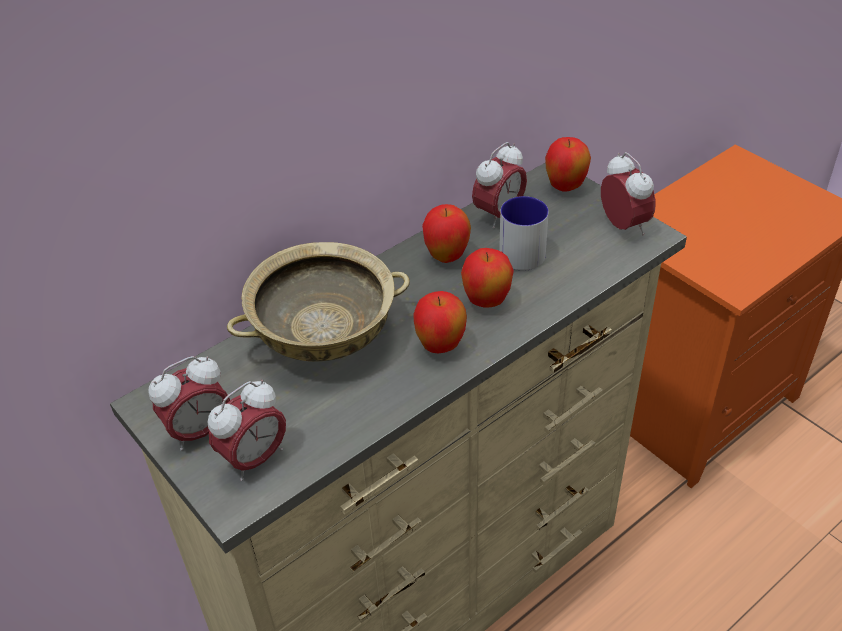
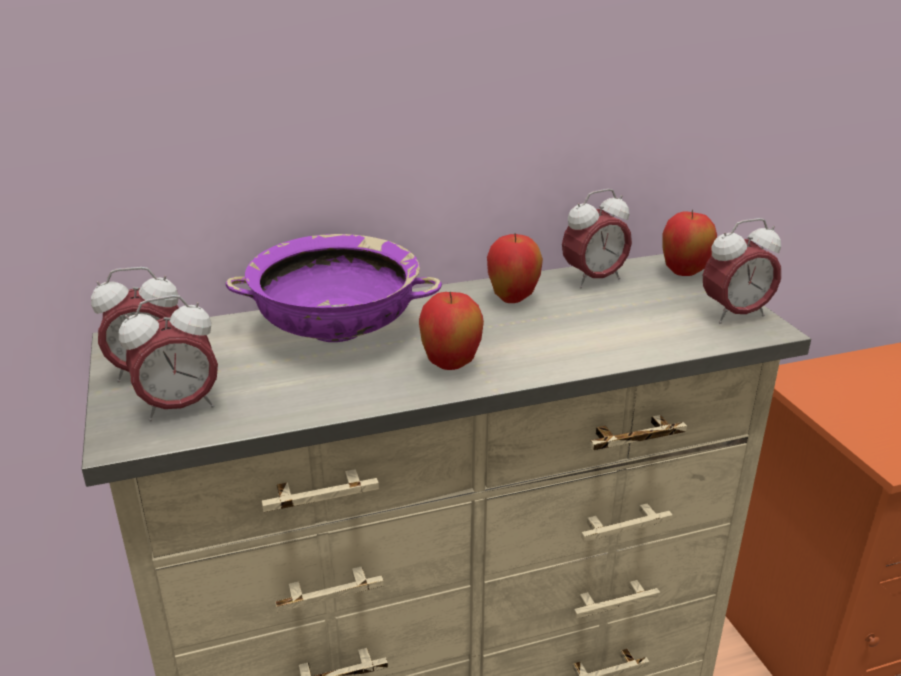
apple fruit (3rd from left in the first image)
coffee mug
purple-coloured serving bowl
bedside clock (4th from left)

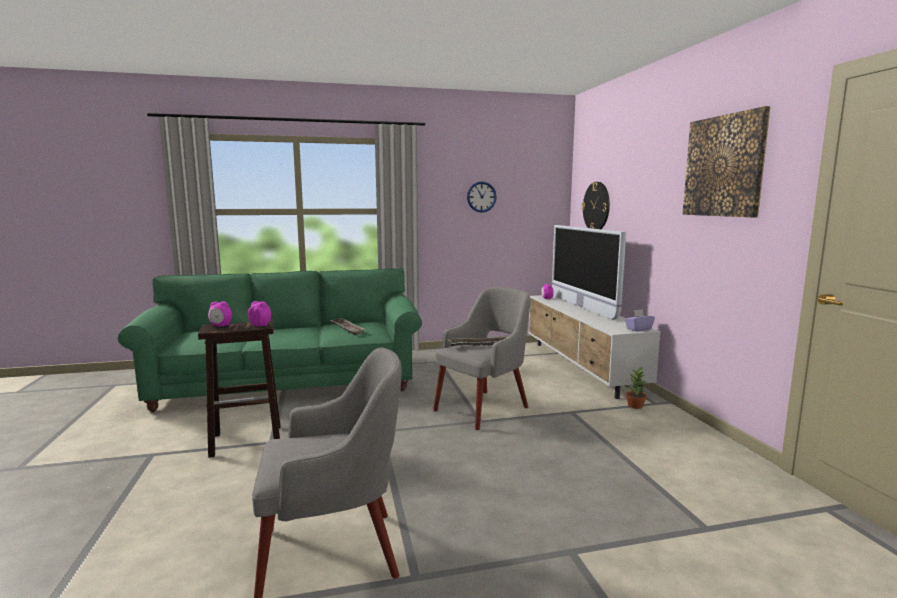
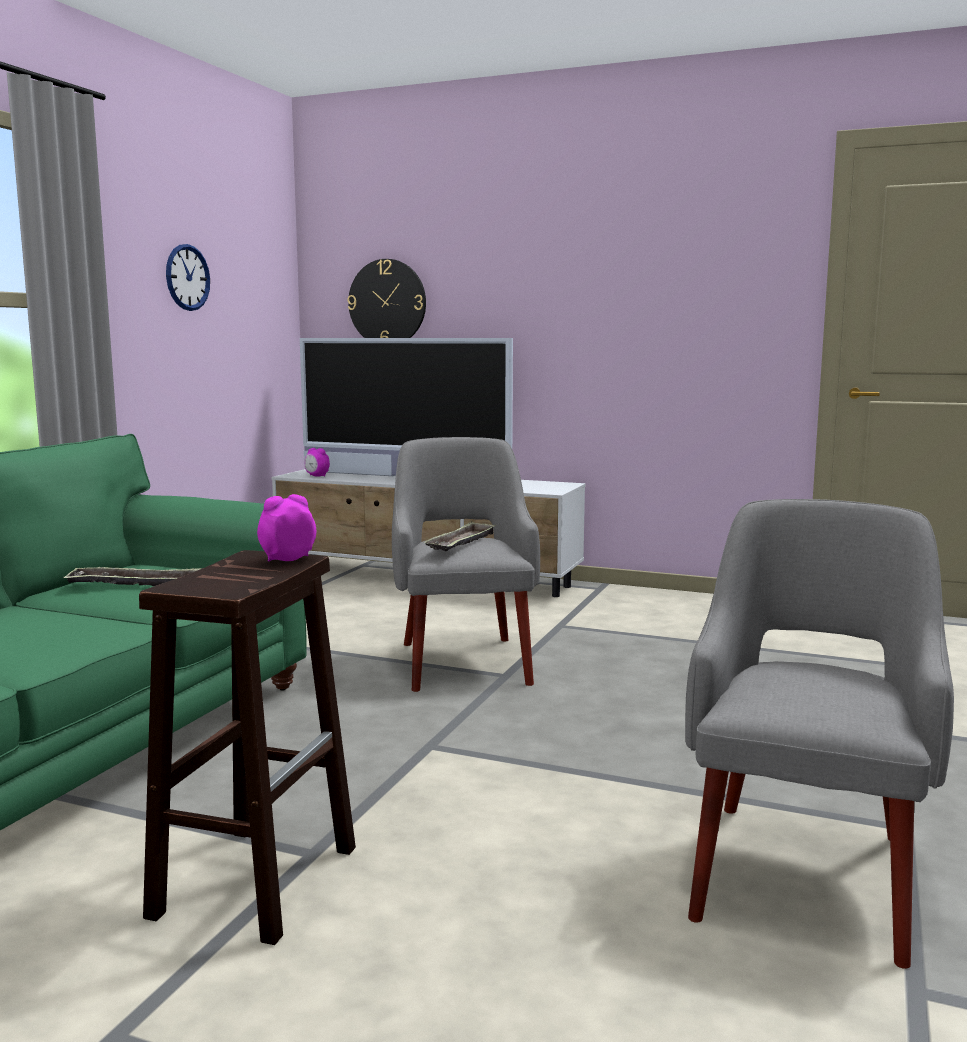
bedside clock (1st from left in the first image)
purple-coloured tissue holder
potted plant
picture

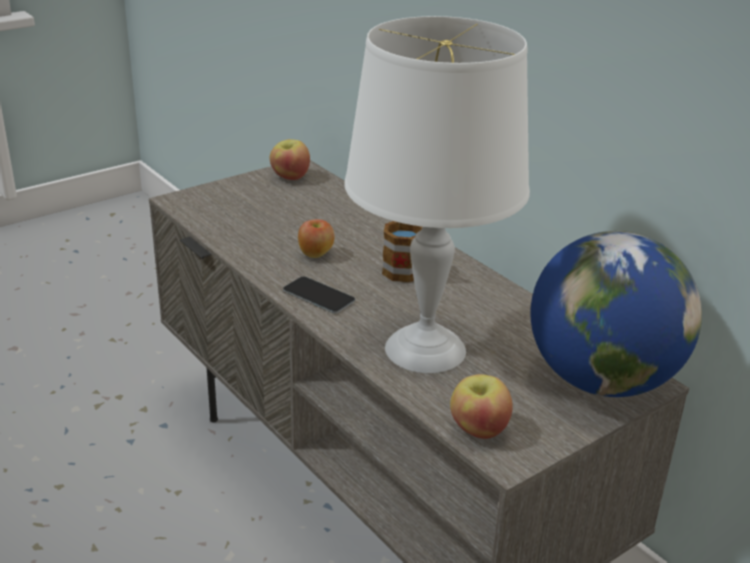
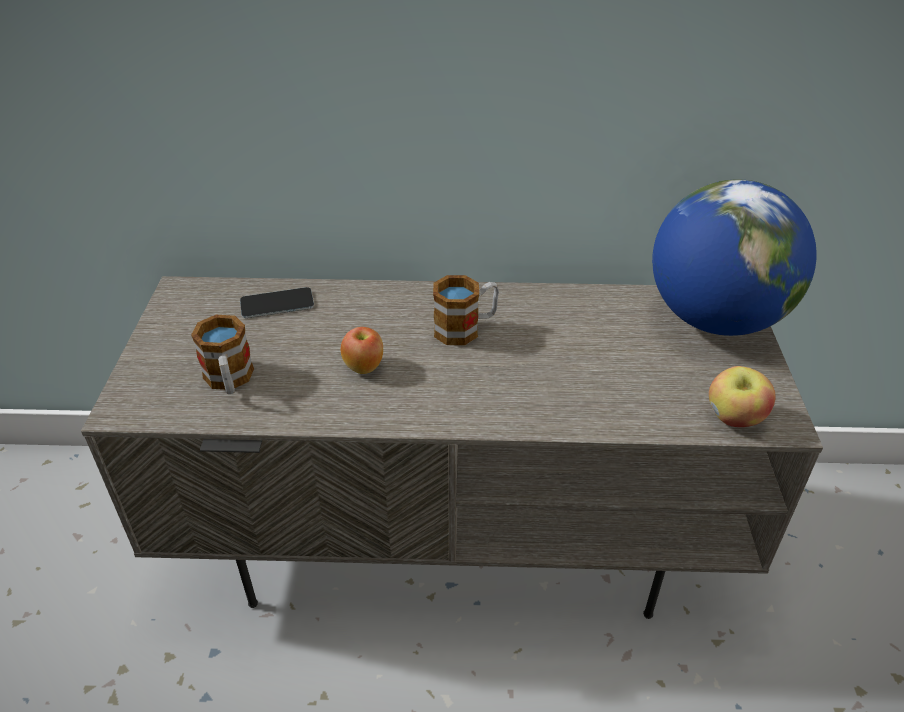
apple fruit (1st from left in the first image)
whitish tabletop lamp
coffee mug (1st from left)
phone

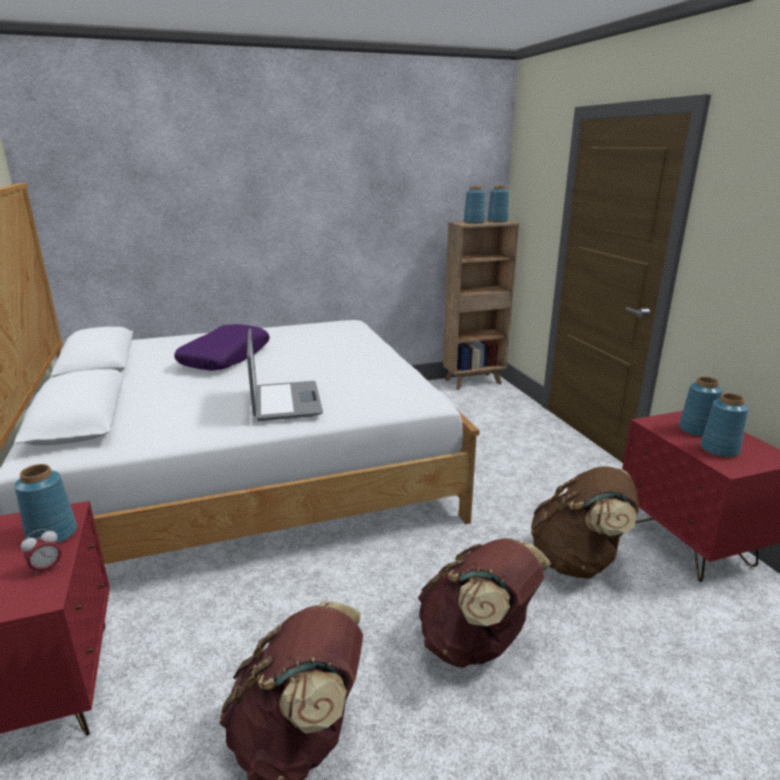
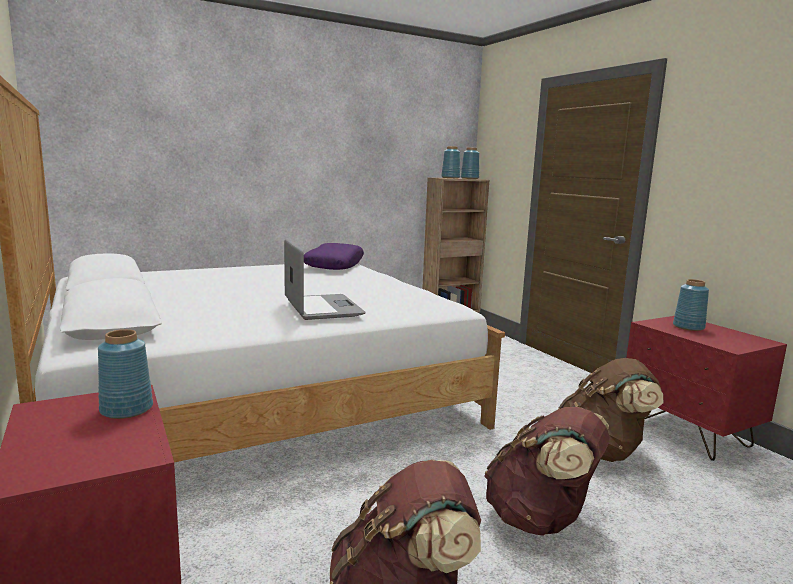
bedside clock
blue-coloured vase (5th from left in the first image)
purple-coloured cushion

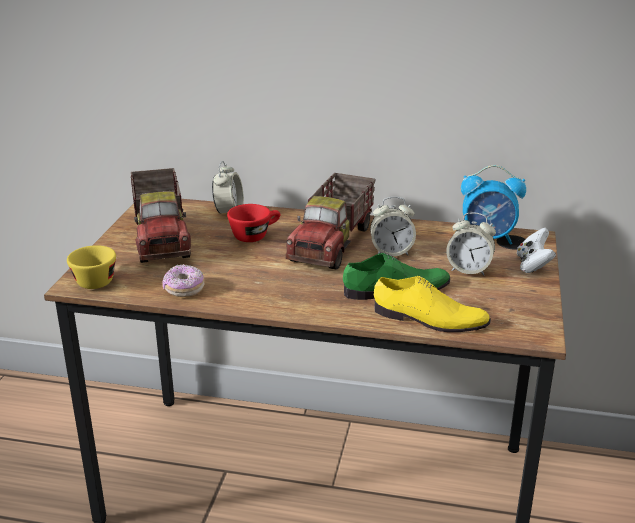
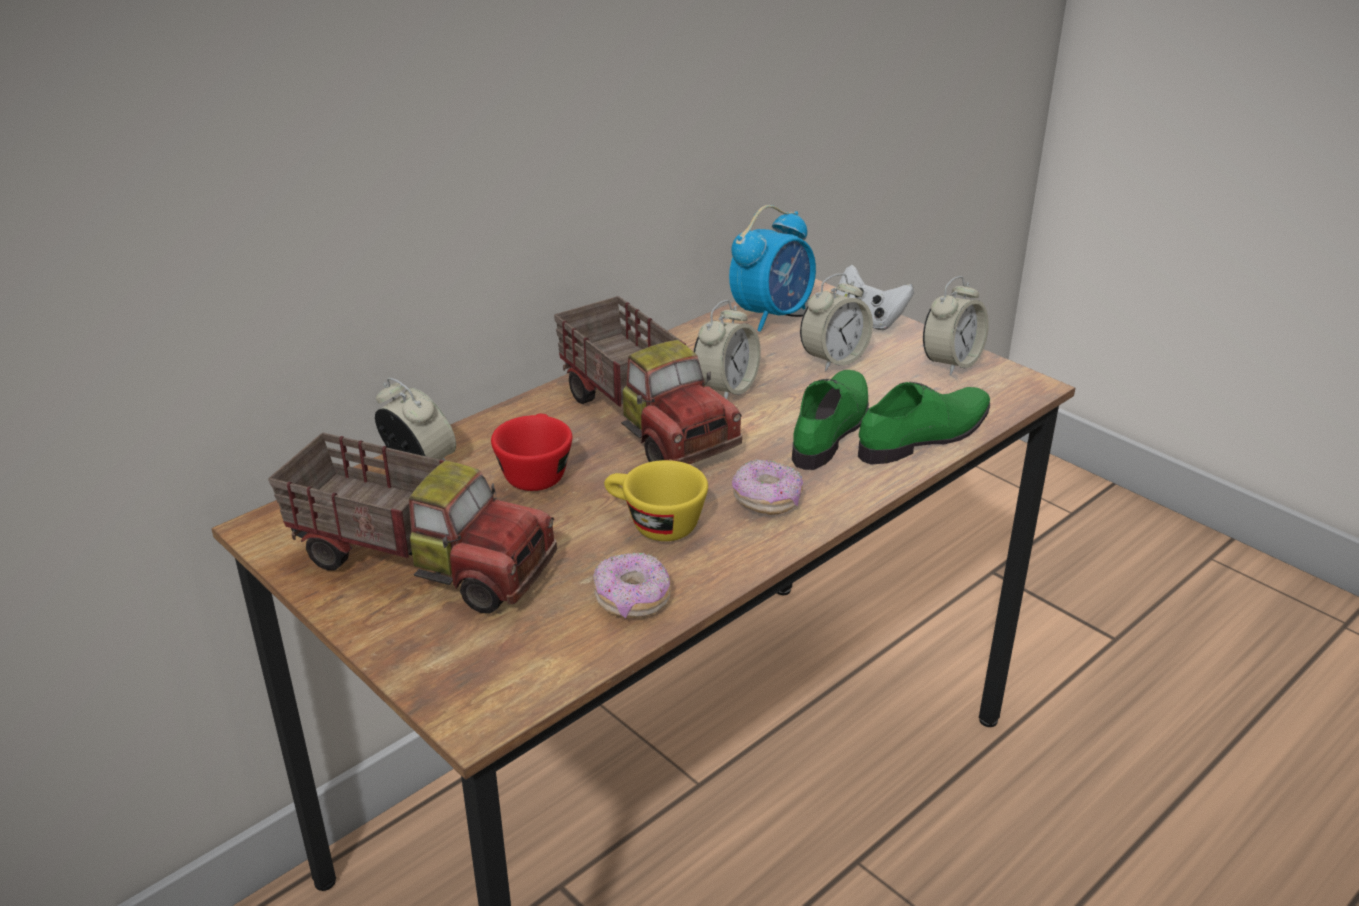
ring doughnut (2nd from left)
bedside clock (5th from left)
yellow small cup
green-coloured low shoe (2nd from left)

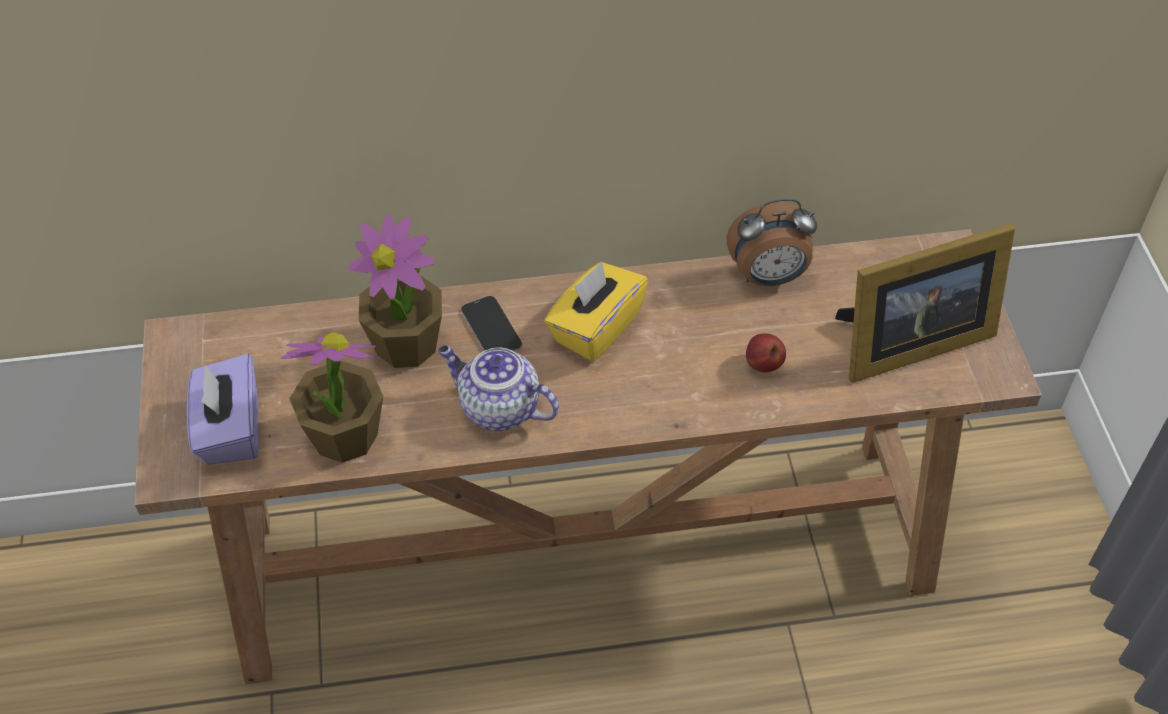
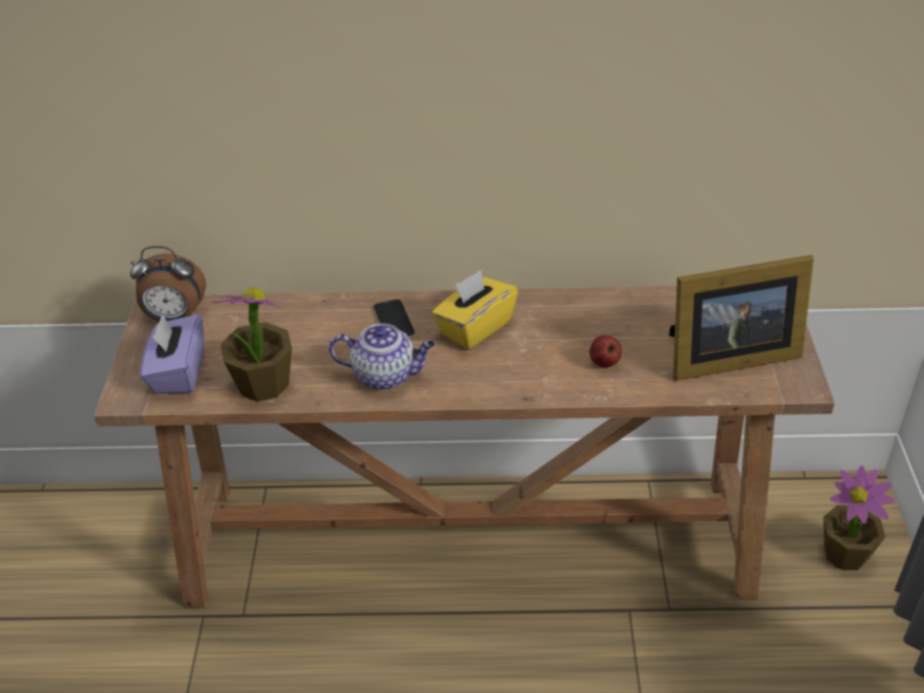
potted plant (2nd from left)
bedside clock
pot for tea

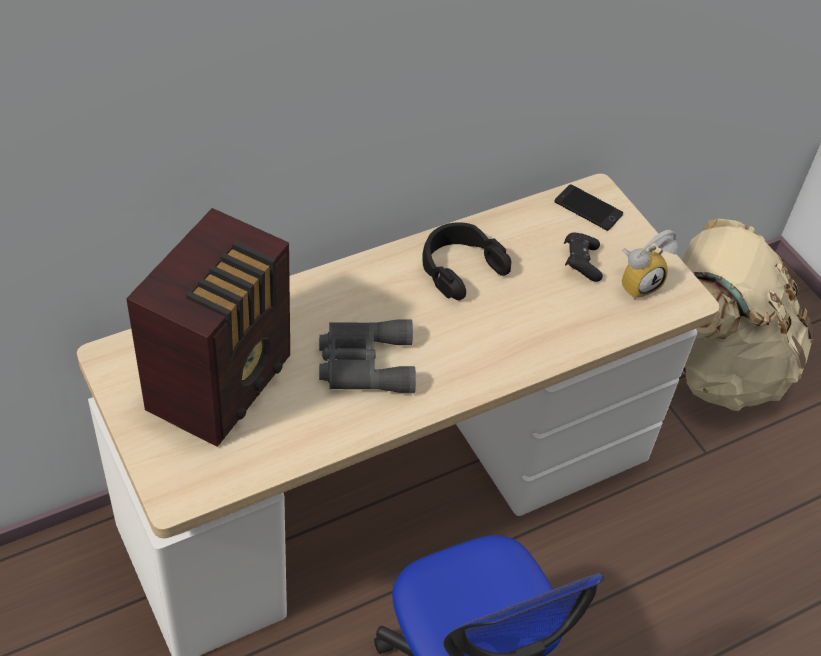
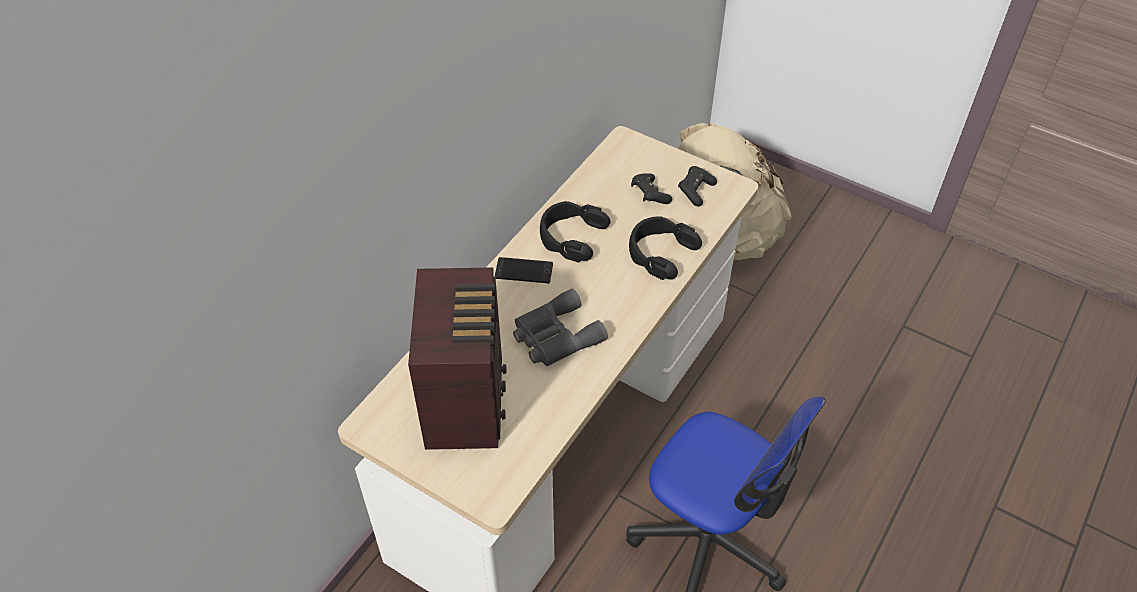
black headphones (2nd from left)
phone
black gamepad (2nd from left)

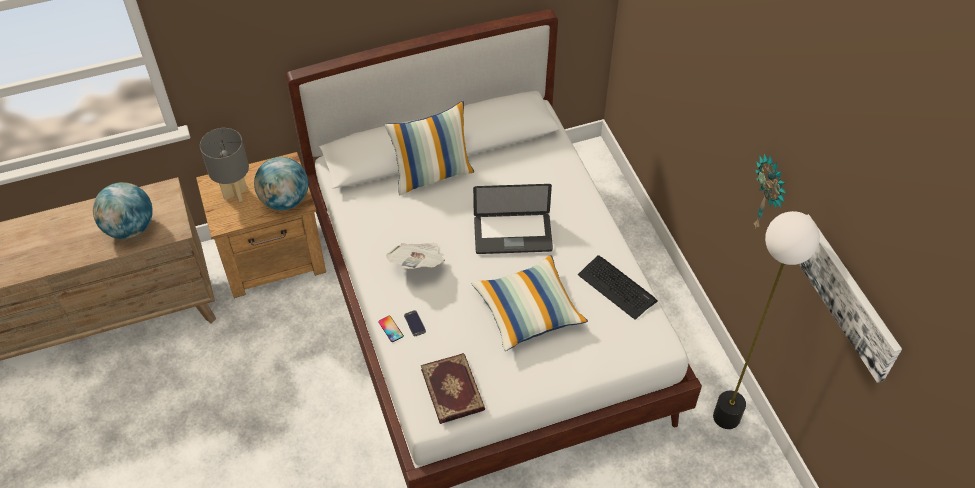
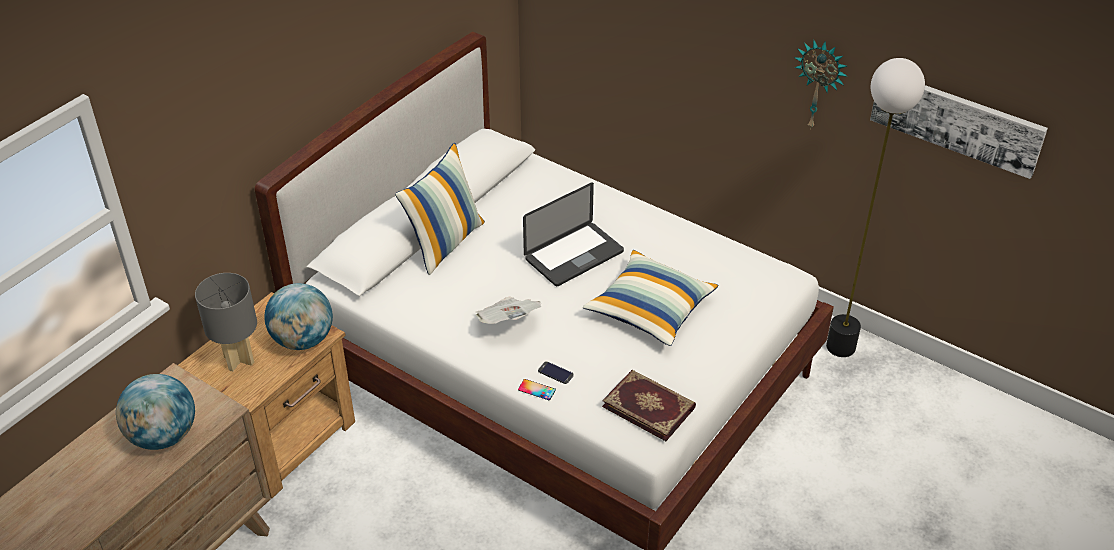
keyboard

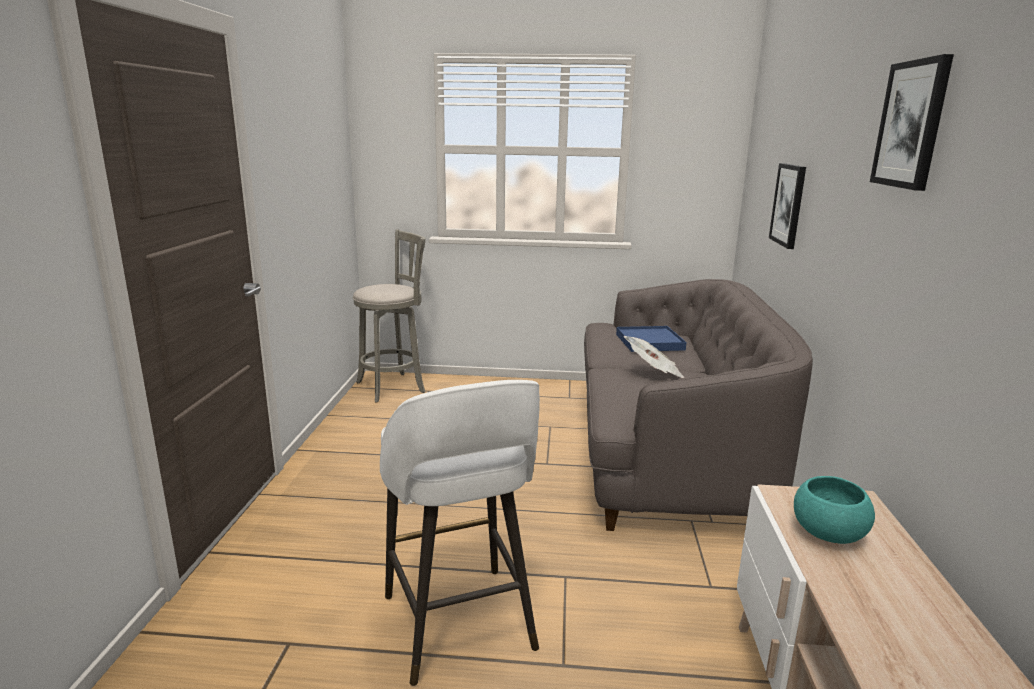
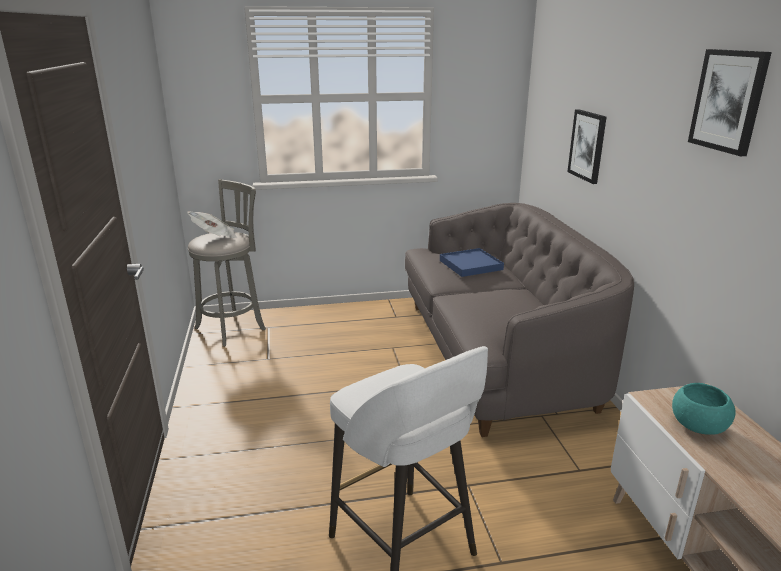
newspaper

